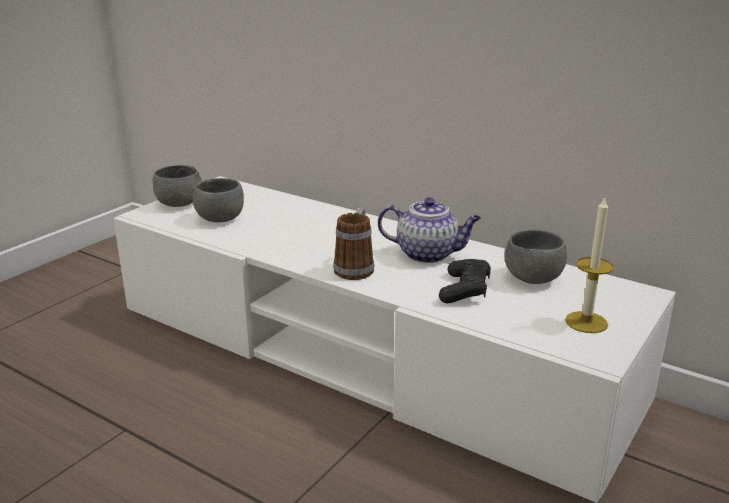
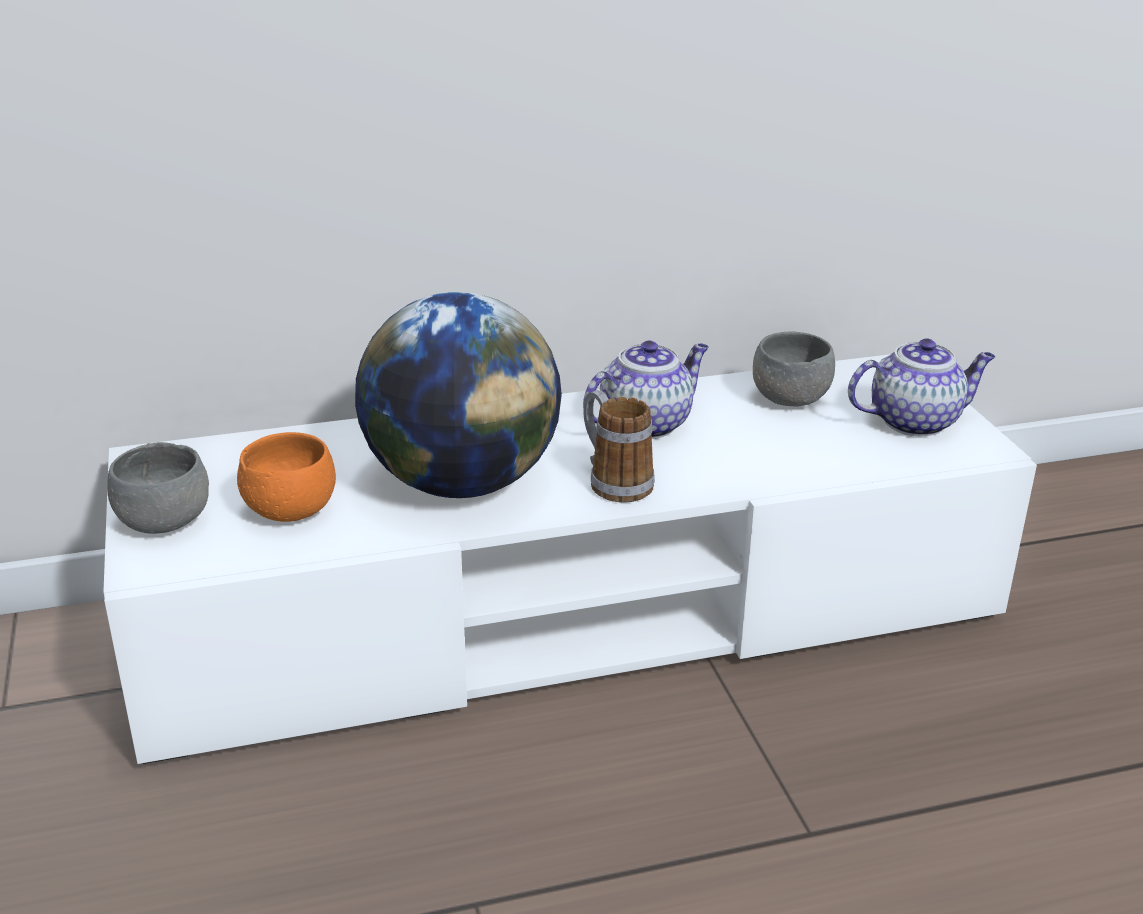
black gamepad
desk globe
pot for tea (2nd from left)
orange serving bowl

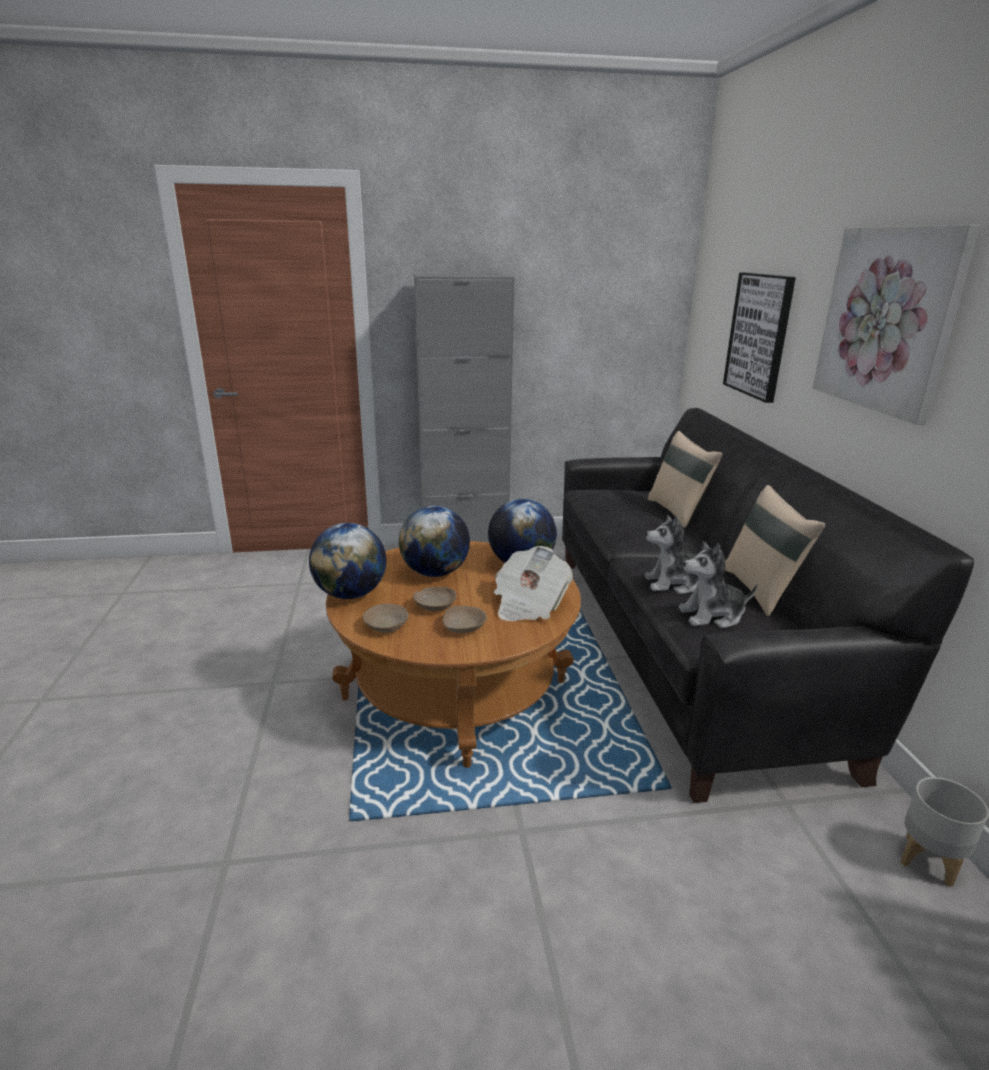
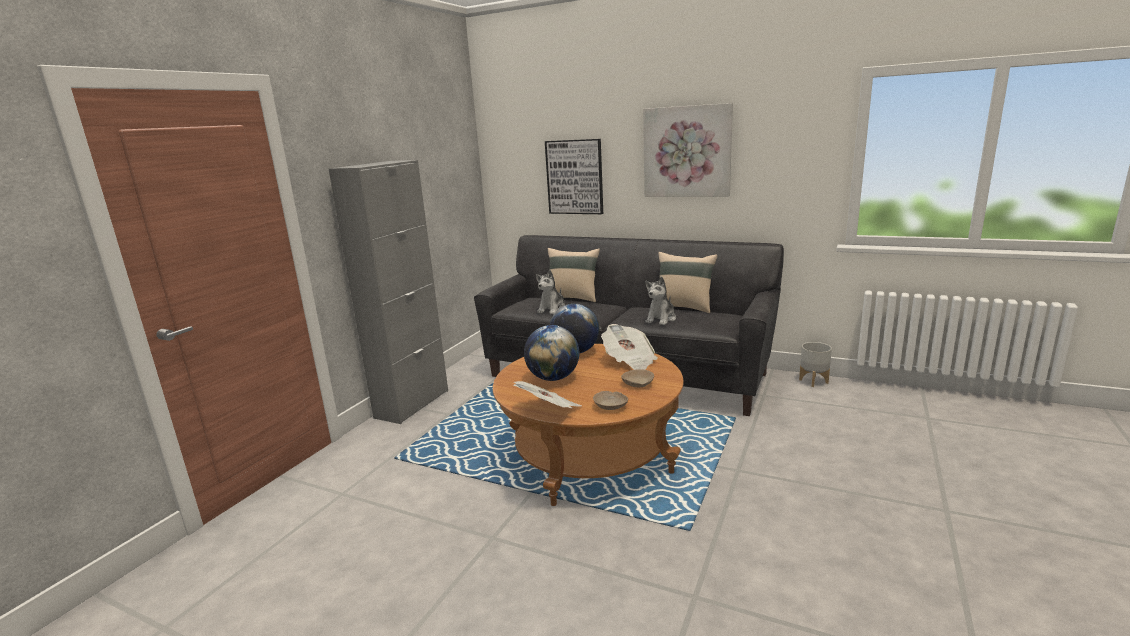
beige-coloured serving bowl (2nd from left in the first image)
cuddly toy (1st from left)
newspaper (1st from left)

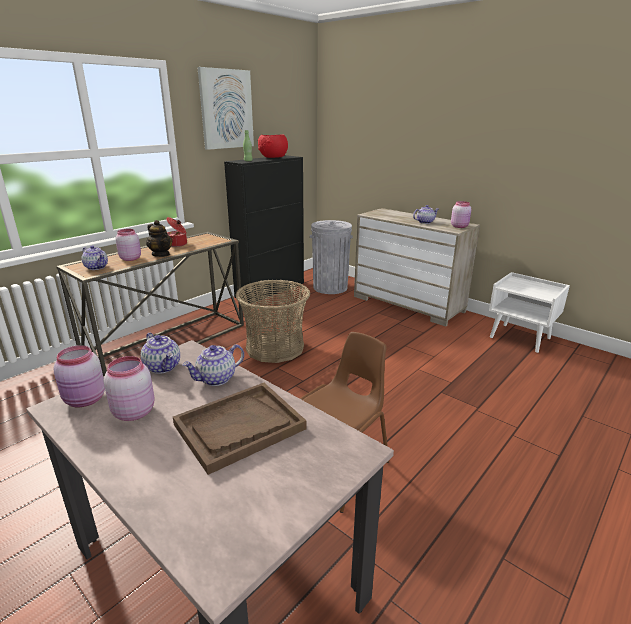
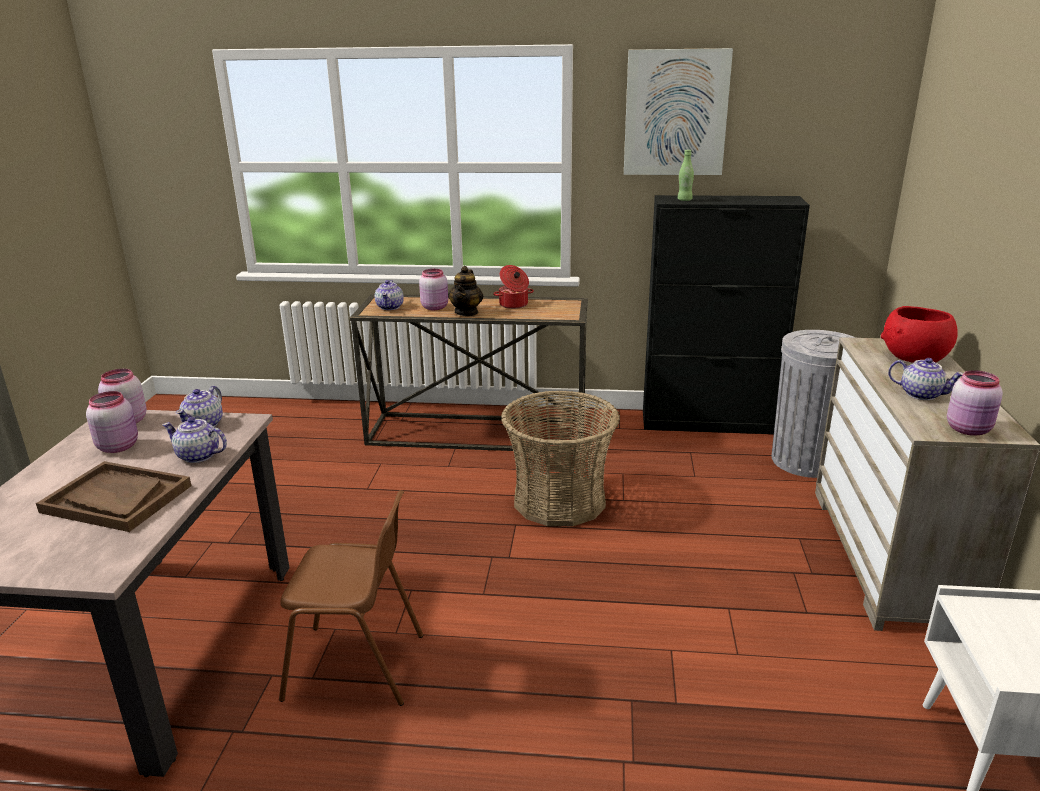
red serving bowl

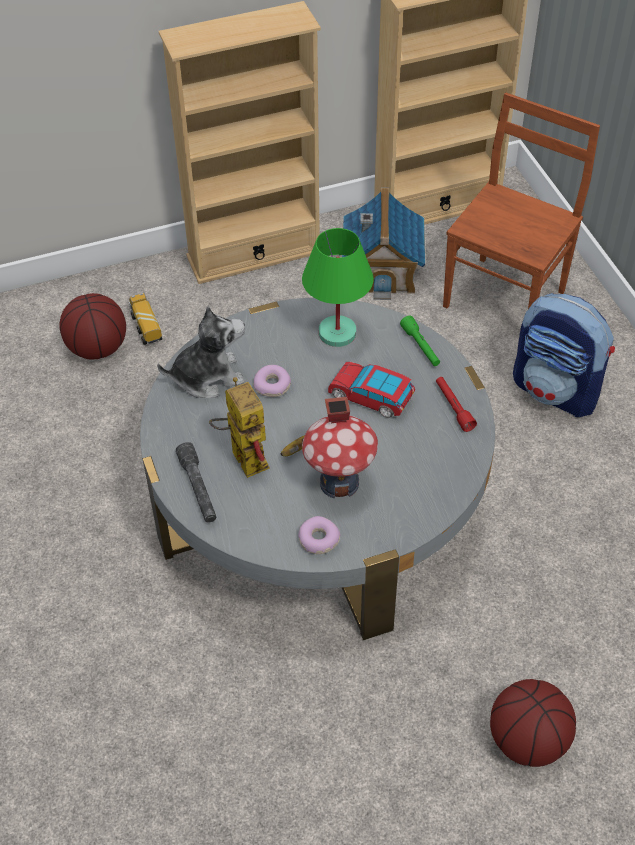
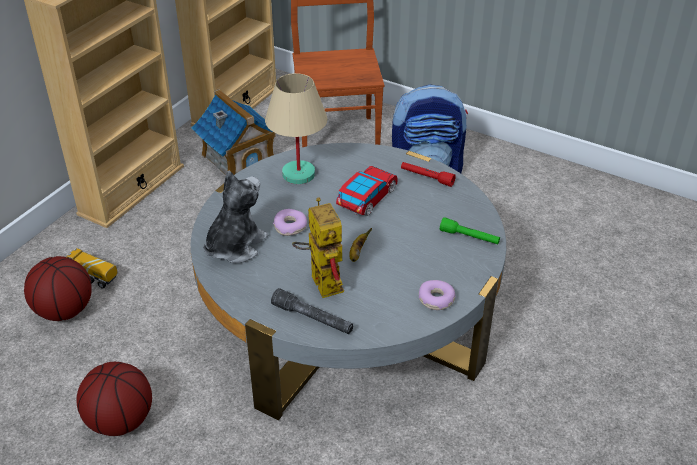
miniature house (1st from left in the first image)
green-coloured hand torch
ball for basketball (2nd from left)
beige-coloured tabletop lamp
toy robot
model car

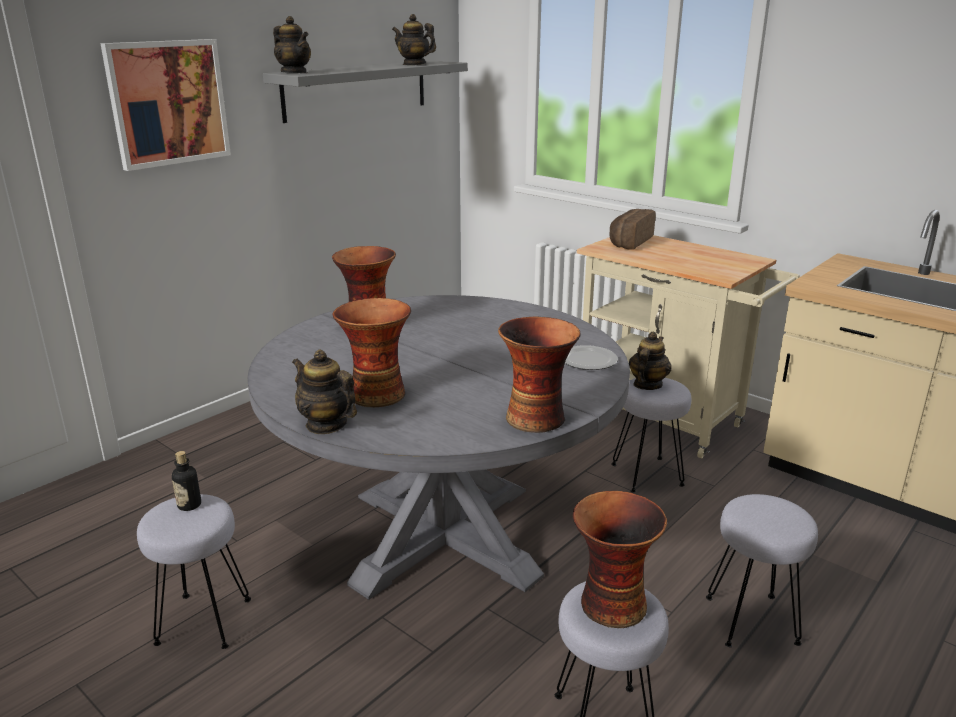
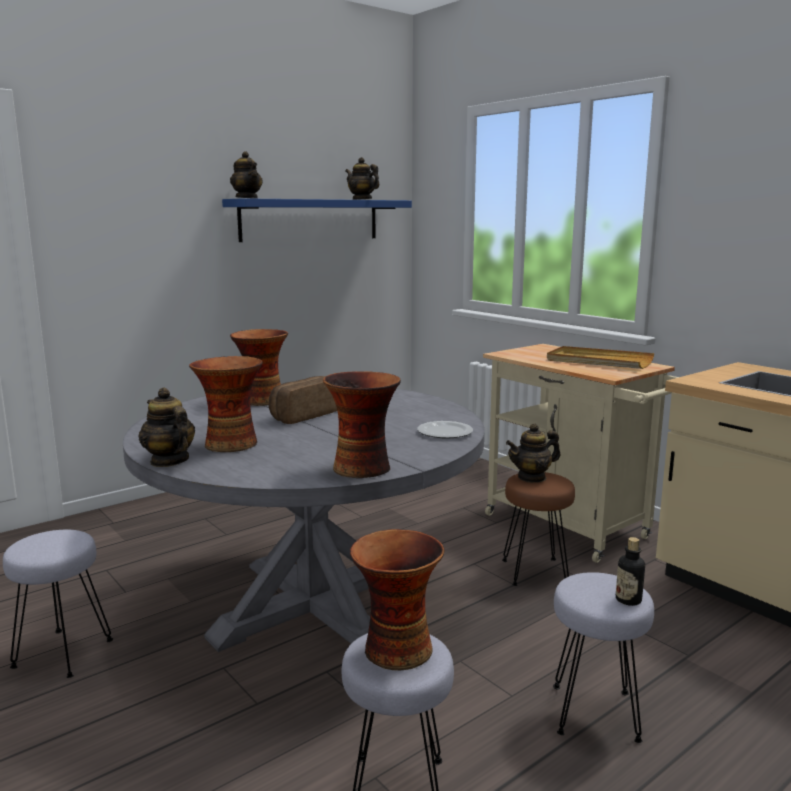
picture
beige-coloured serving tray
bottle
bread
blue-coloured wall shelf
brownish stool seat
pot for tea (4th from left)

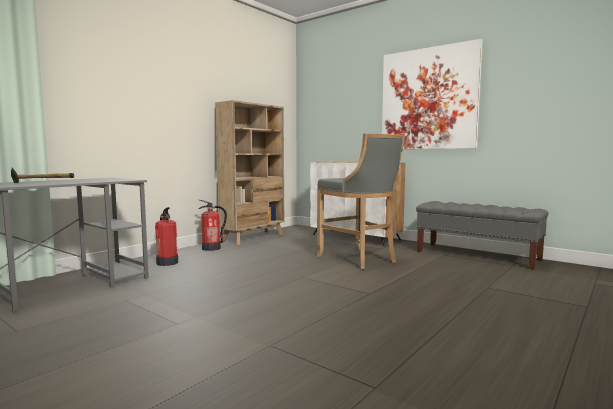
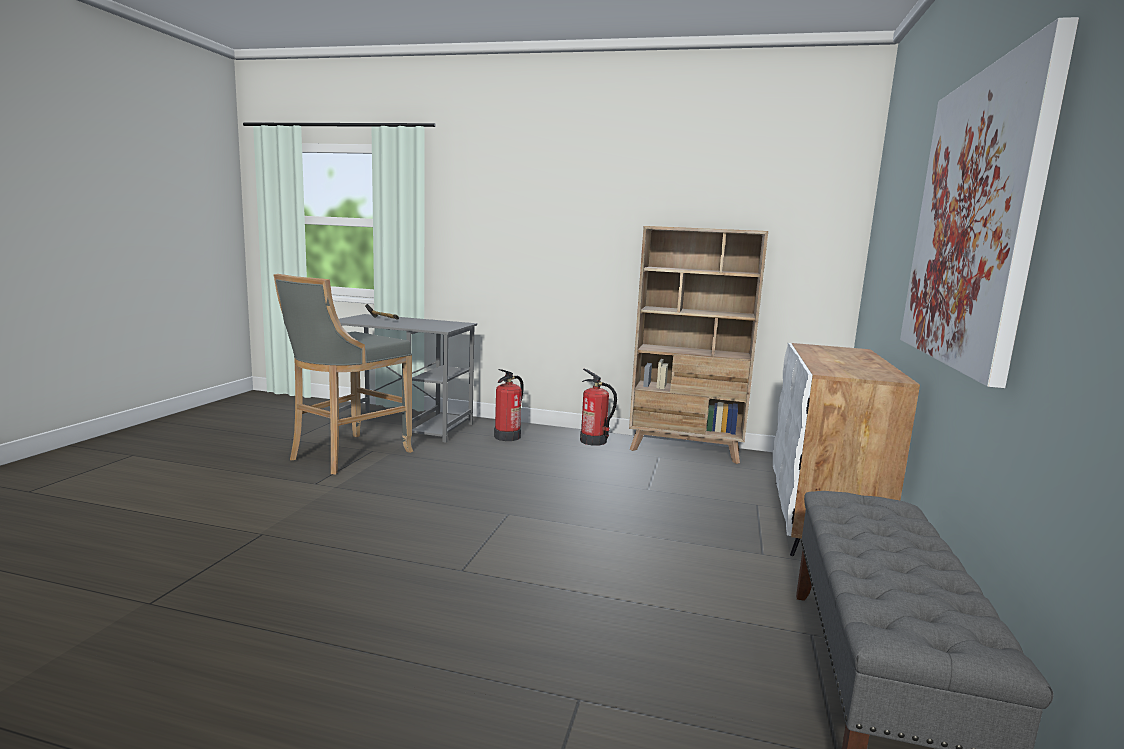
grey stool seat

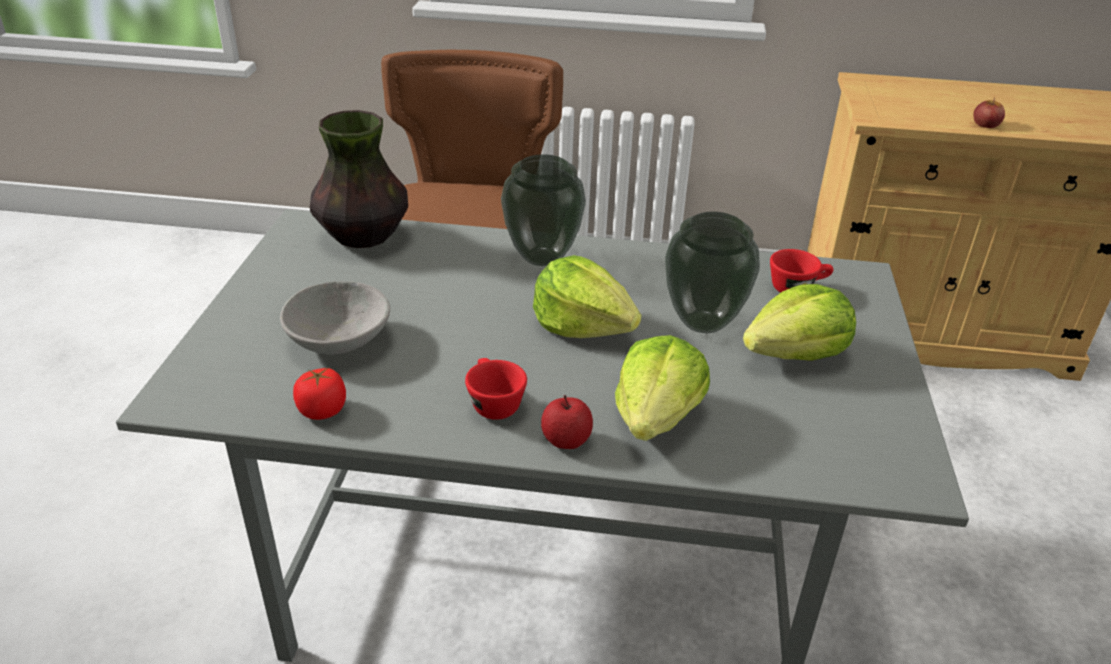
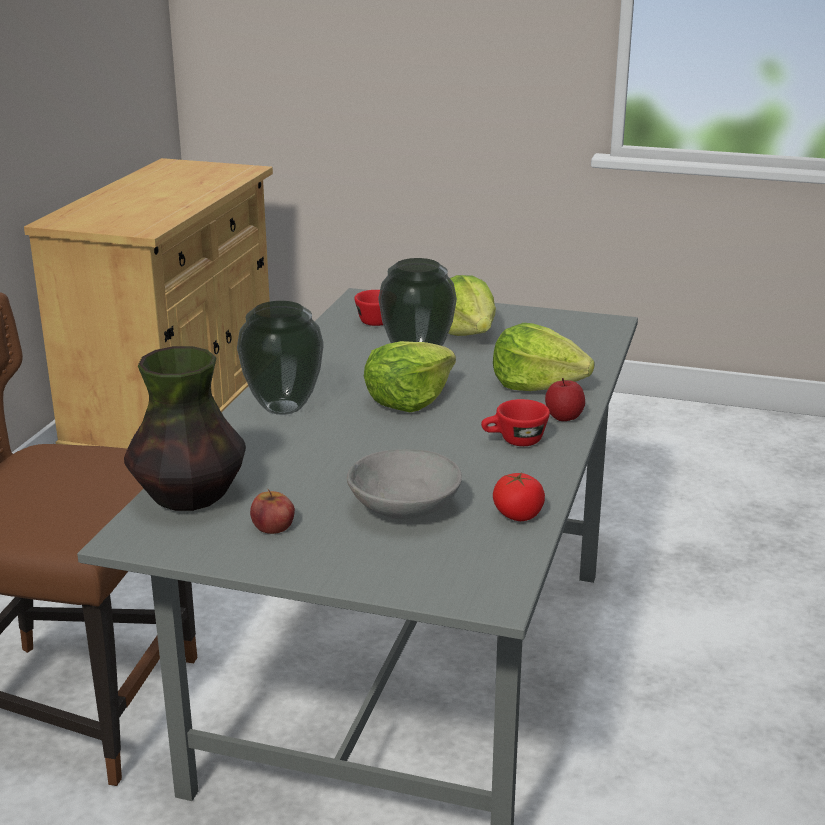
apple fruit (1st from left)

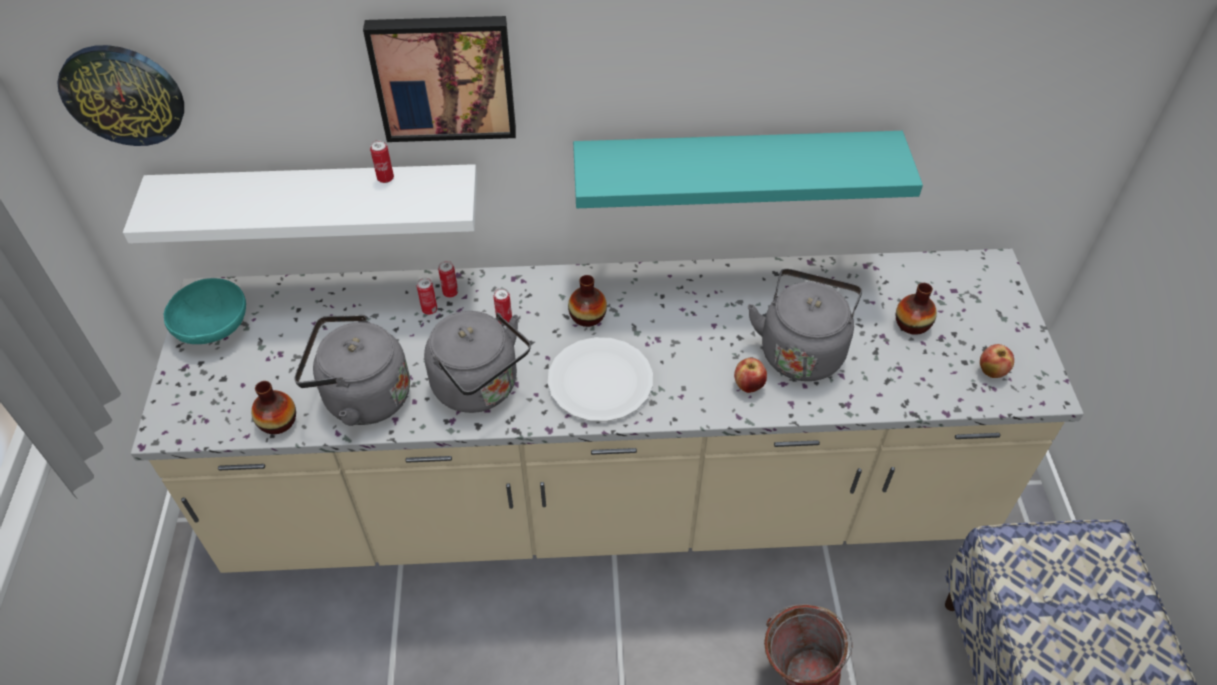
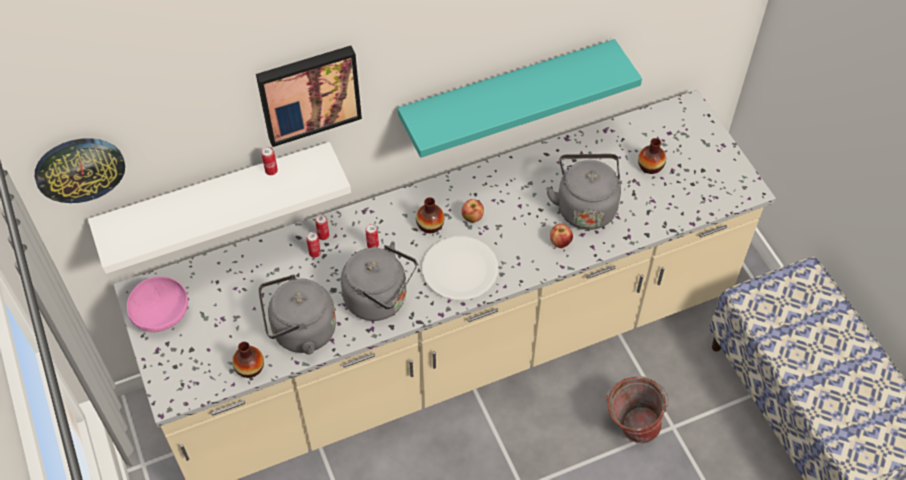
apple fruit (1st from left)
pinkish serving bowl

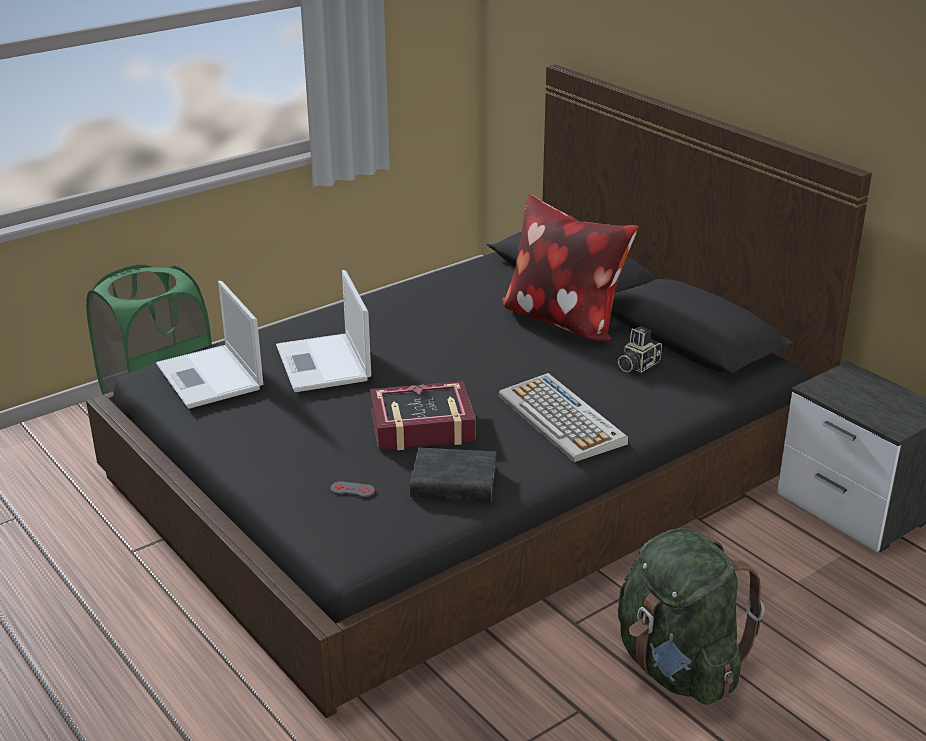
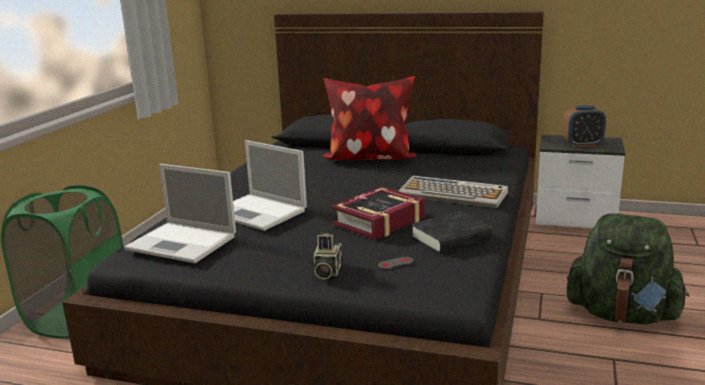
bedside clock
photo camera

